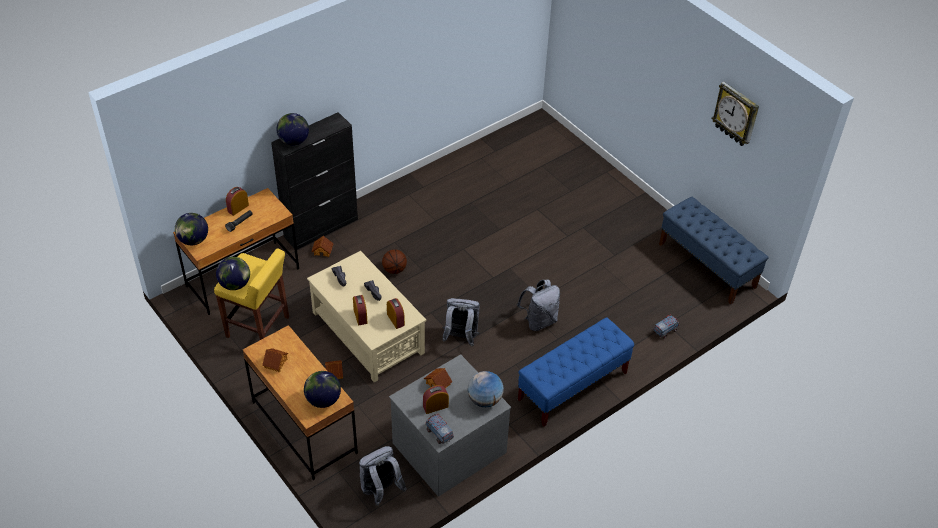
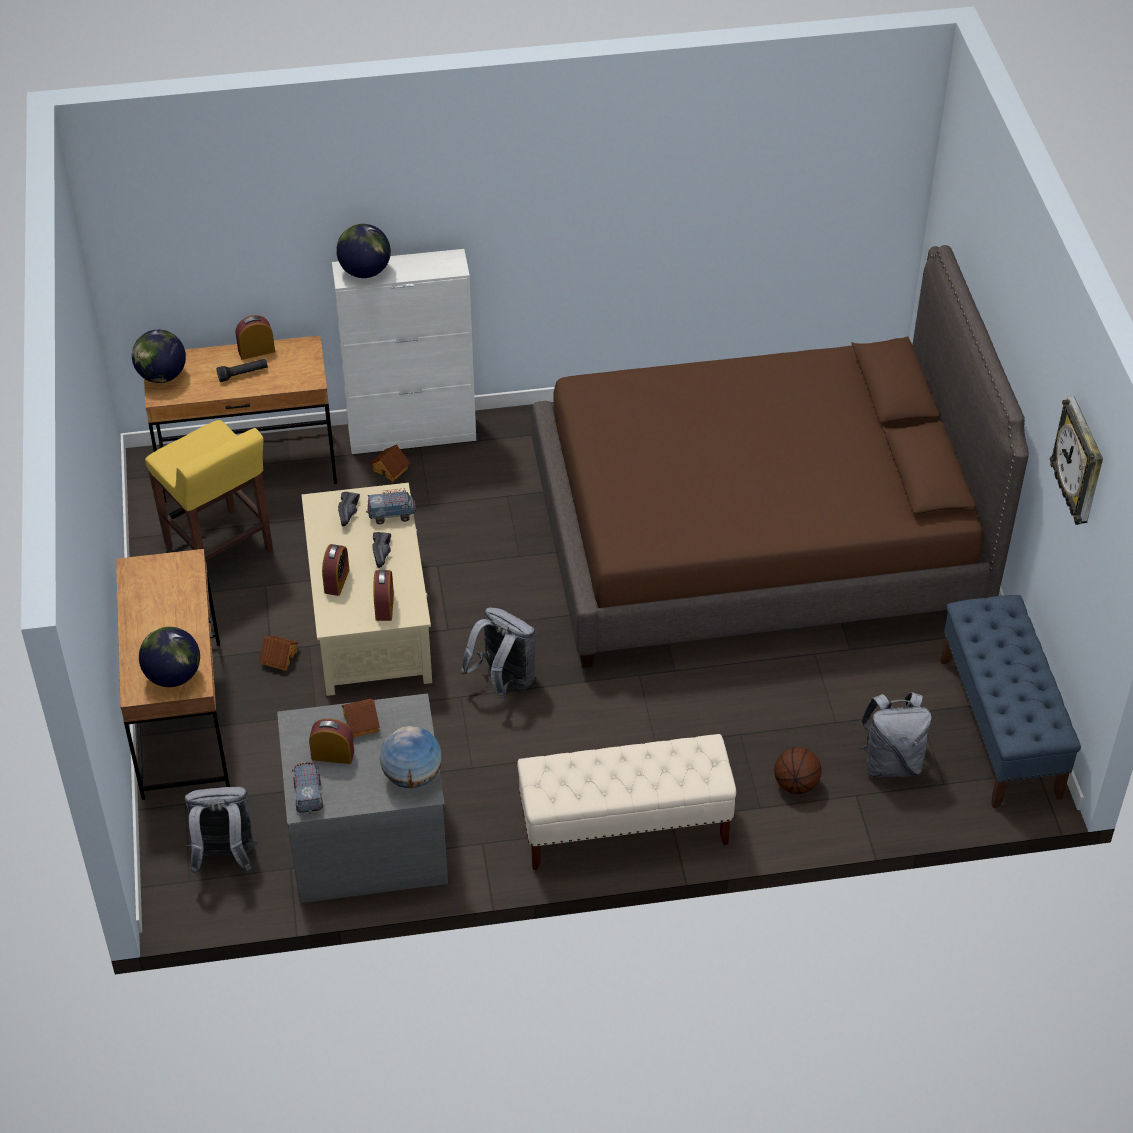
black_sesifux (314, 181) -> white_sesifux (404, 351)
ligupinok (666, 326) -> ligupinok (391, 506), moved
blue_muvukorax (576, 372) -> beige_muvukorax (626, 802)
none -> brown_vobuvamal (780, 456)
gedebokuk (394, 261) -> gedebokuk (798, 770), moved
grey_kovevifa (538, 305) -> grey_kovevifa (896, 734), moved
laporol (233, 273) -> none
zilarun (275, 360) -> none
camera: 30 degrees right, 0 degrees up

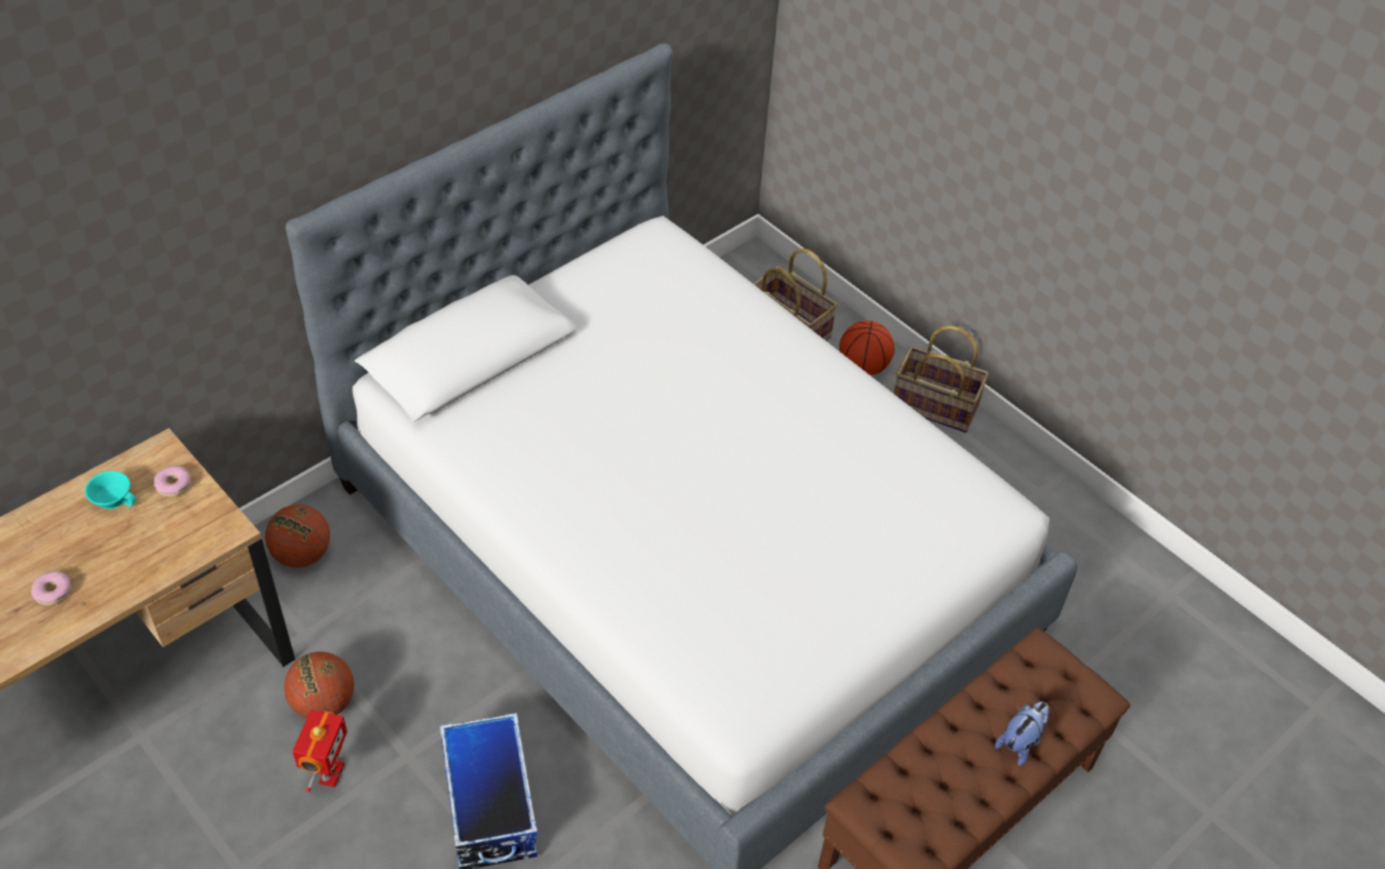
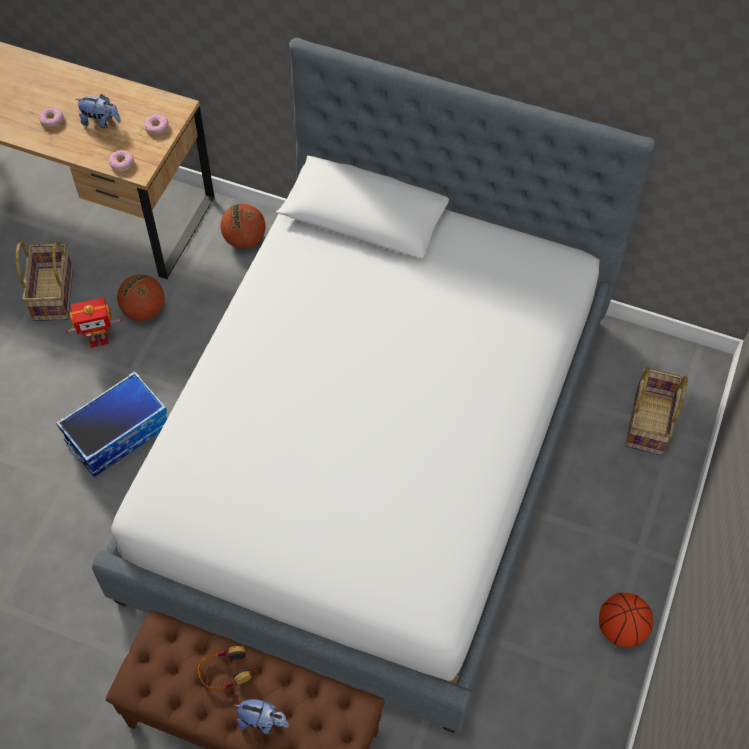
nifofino (941, 379) -> nifofino (44, 281), moved
none -> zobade (98, 111)
none -> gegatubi (121, 161)
none -> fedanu (224, 668)
gedebokuk (867, 348) -> gedebokuk (626, 620), moved
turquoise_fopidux (110, 490) -> none
camera: 65 degrees right, 10 degrees up

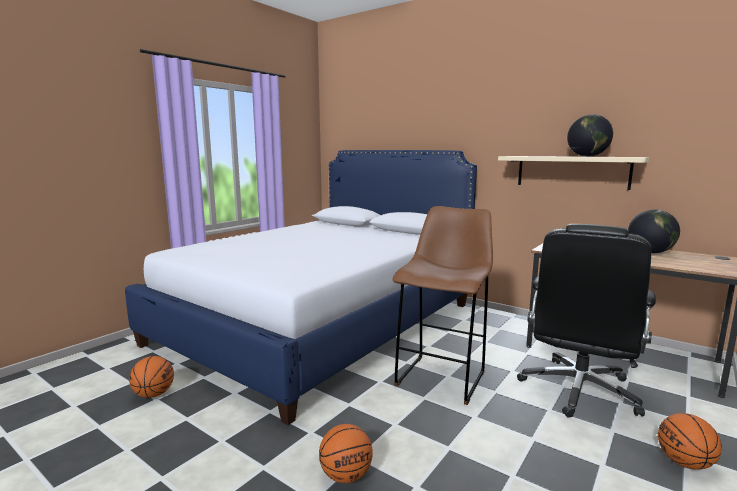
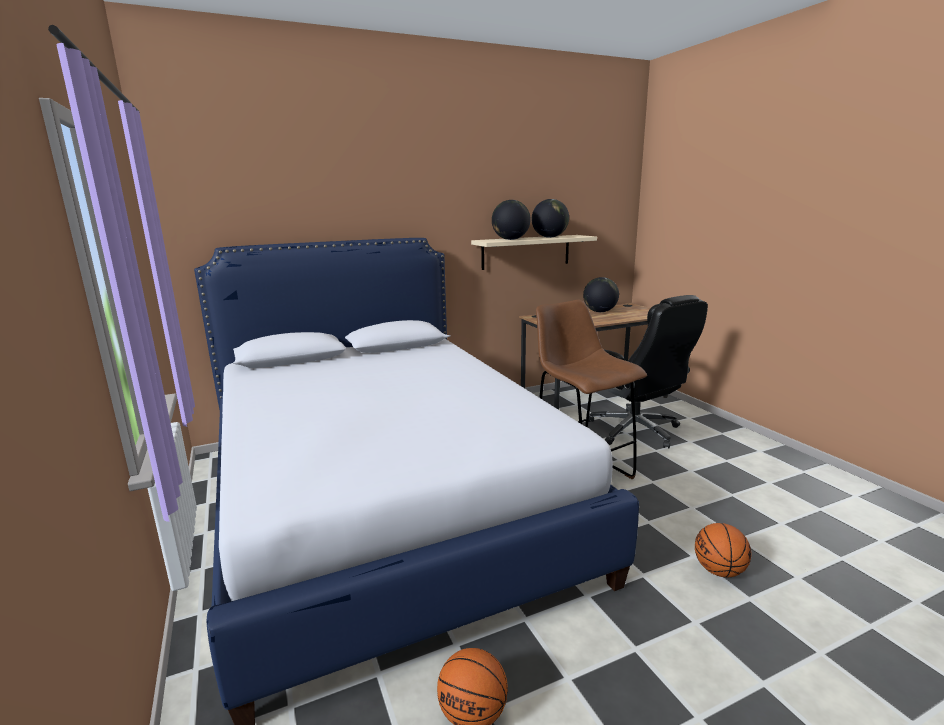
none -> laporol (511, 220)
gedebokuk (690, 441) -> none
camera: 60 degrees left, 5 degrees up

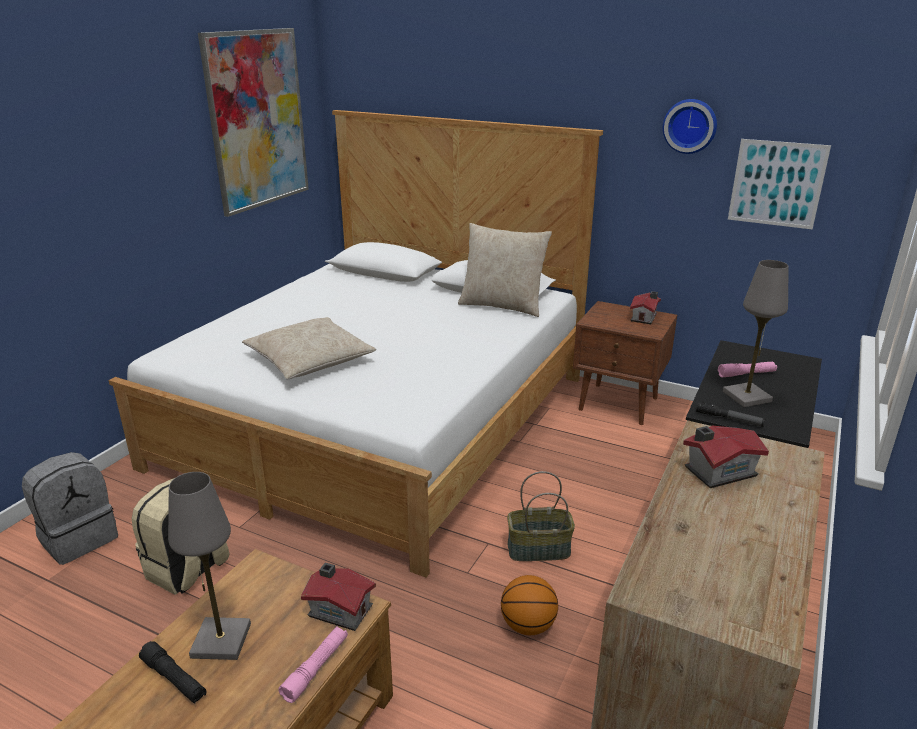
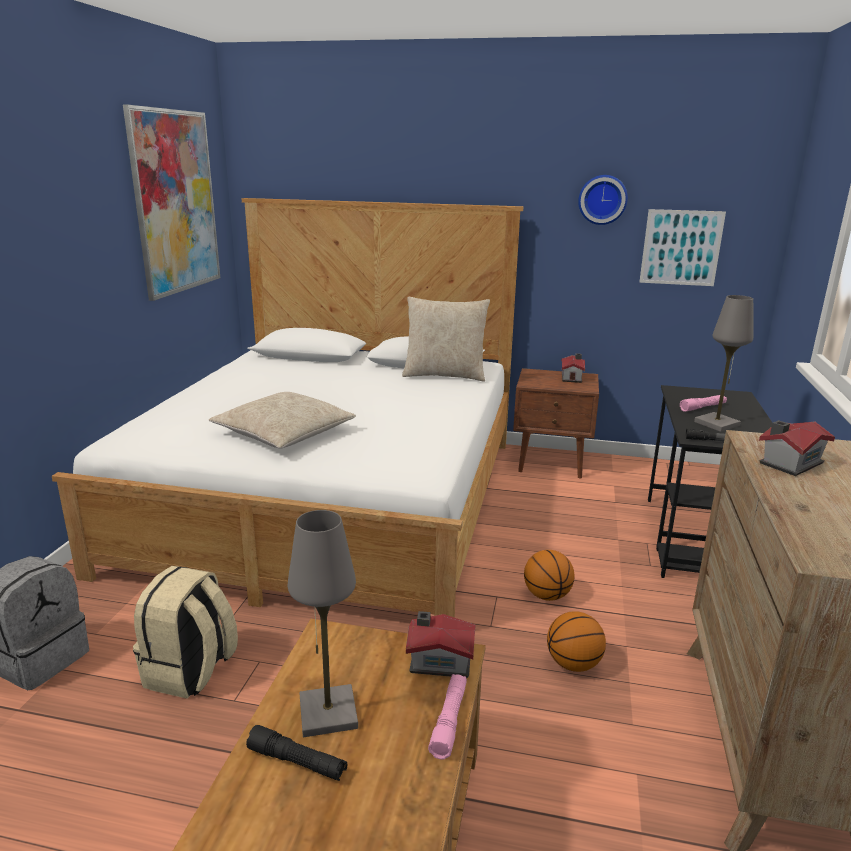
nifofino (541, 516) -> gedebokuk (549, 575)
camera: 15 degrees left, 5 degrees down

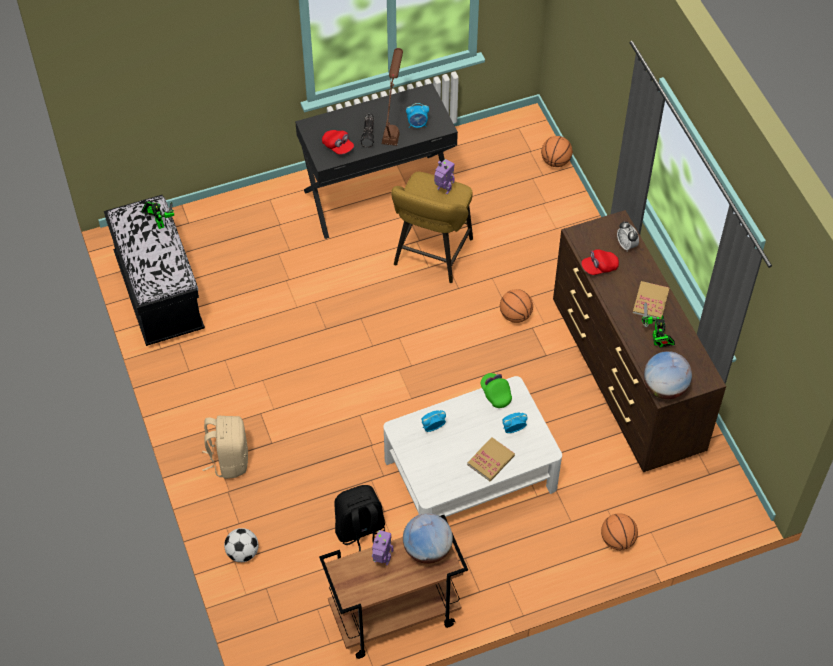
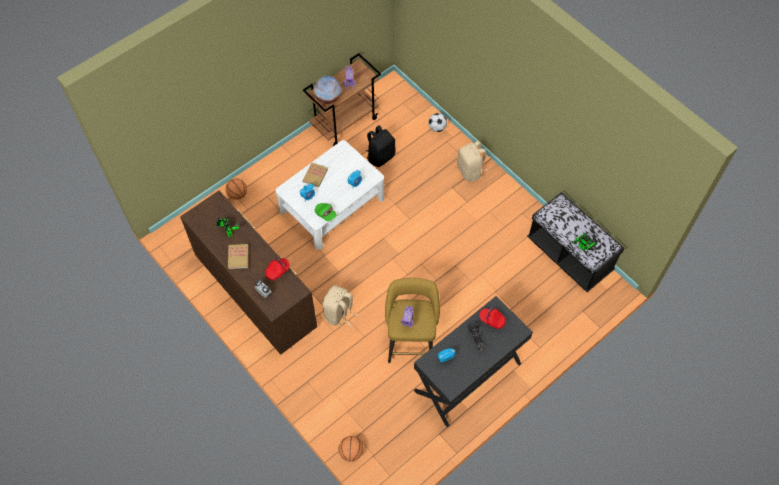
gedebokuk (516, 306) -> beige_kovevifa (340, 306)
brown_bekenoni (392, 97) -> none
laporol (668, 375) -> none
camera: 160 degrees right, 5 degrees up

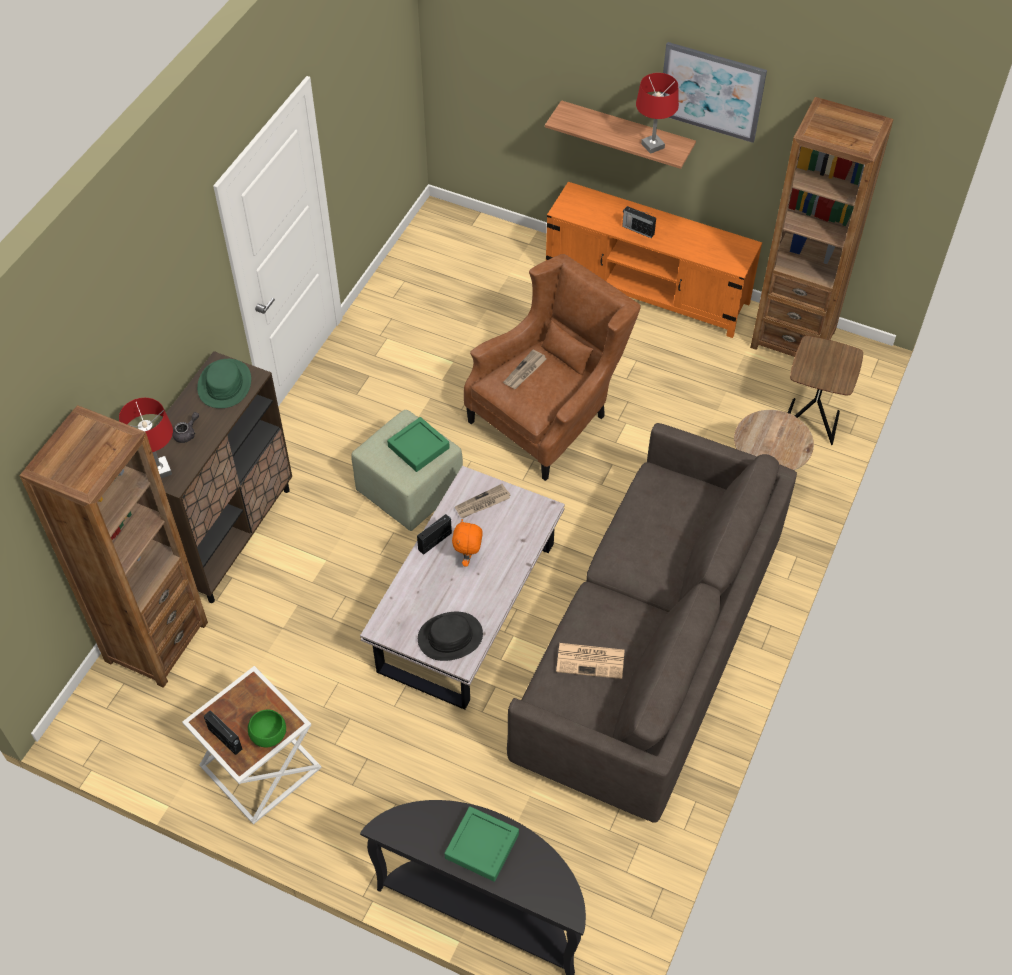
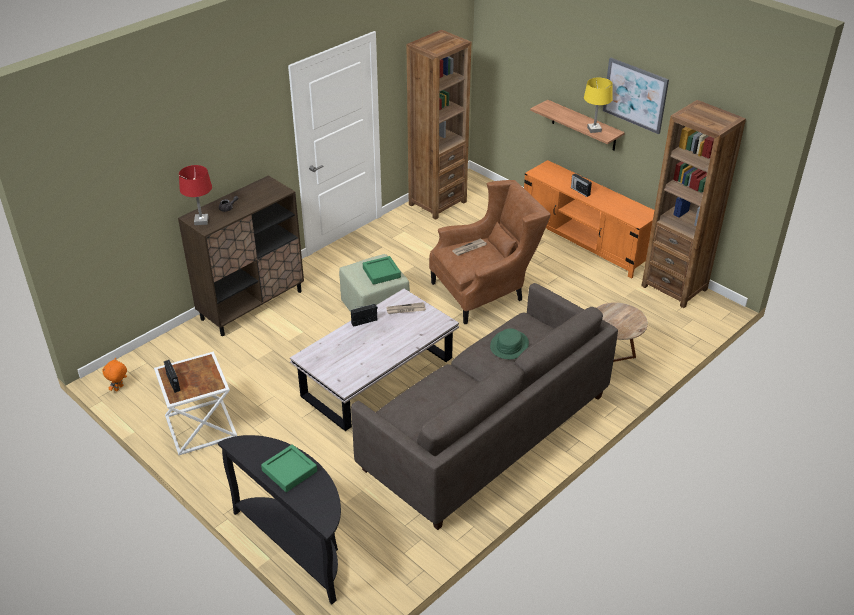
orange_zobade (467, 543) -> orange_zobade (114, 375), moved
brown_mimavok (113, 546) -> brown_mimavok (438, 125), moved
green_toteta (224, 383) -> green_toteta (509, 343), moved
red_bekenoni (657, 113) -> yellow_bekenoni (598, 105)
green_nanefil (267, 728) -> none
black_toteta (450, 636) -> none
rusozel (590, 661) -> none
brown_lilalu (825, 390) -> none
camera: 20 degrees right, 15 degrees down

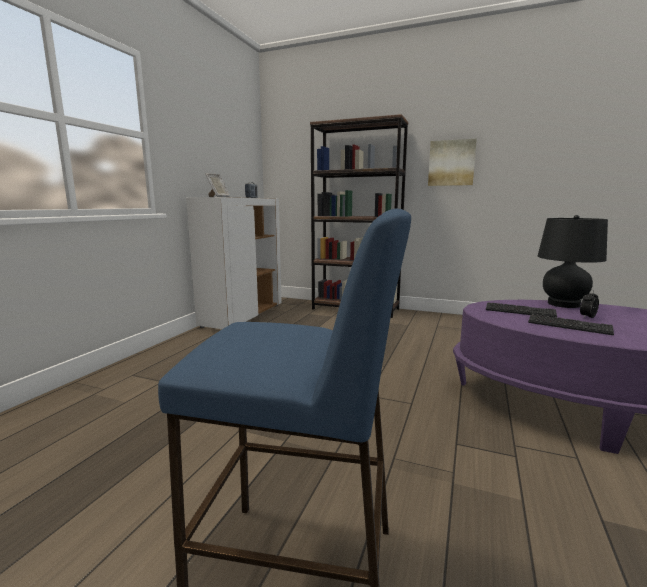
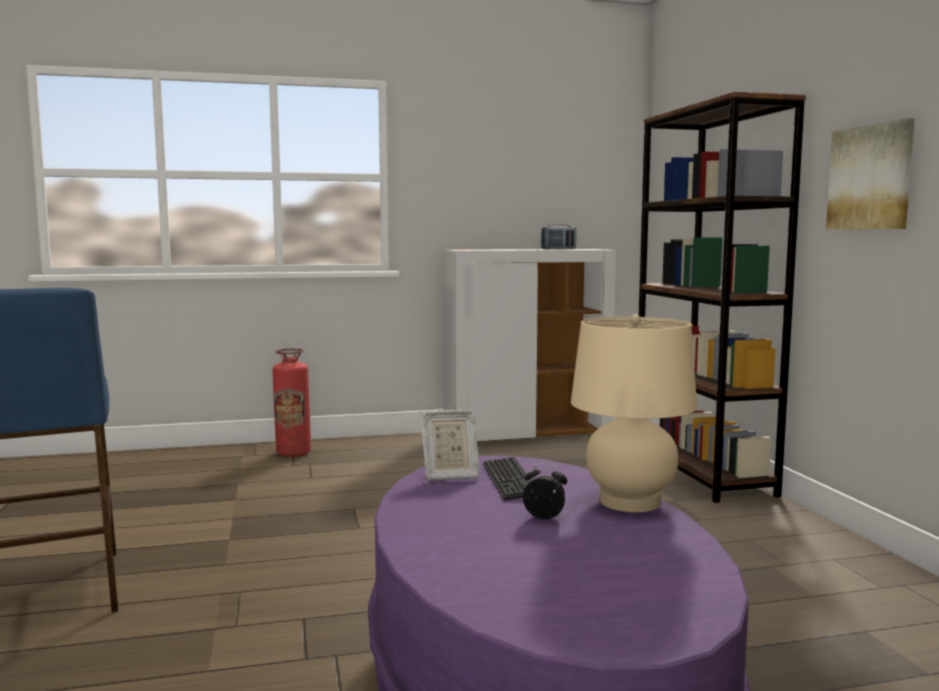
none -> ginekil (291, 402)
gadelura (217, 185) -> gadelura (449, 445), moved
black_bekenoni (573, 261) -> beige_bekenoni (634, 413)
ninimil (571, 324) -> none
camera: 55 degrees right, 5 degrees down

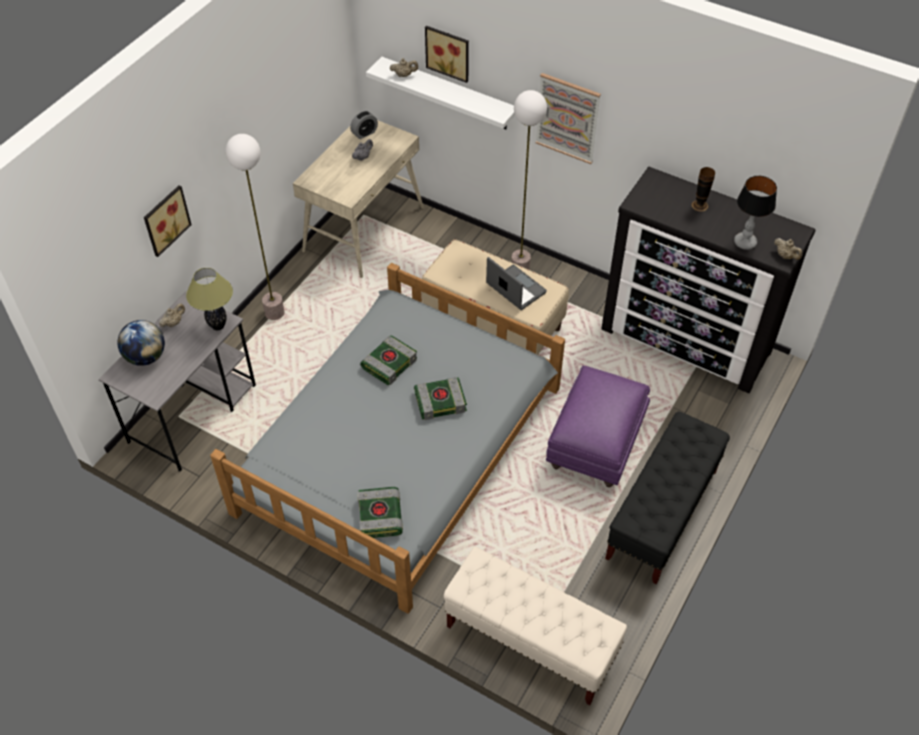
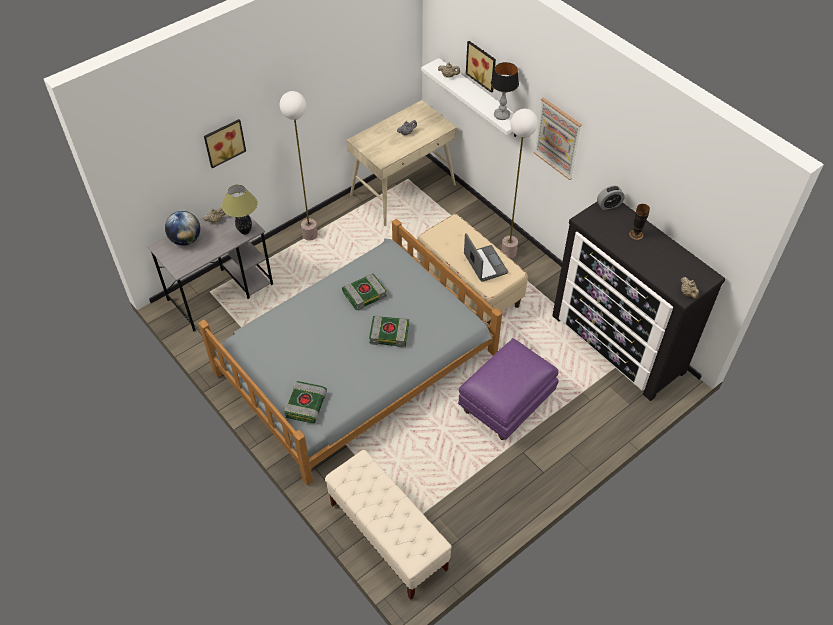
bekenoni (755, 213) -> bekenoni (505, 91), moved
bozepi (364, 125) -> bozepi (611, 198), moved
black_muvukorax (667, 497) -> none
camera: 20 degrees right, 0 degrees up

